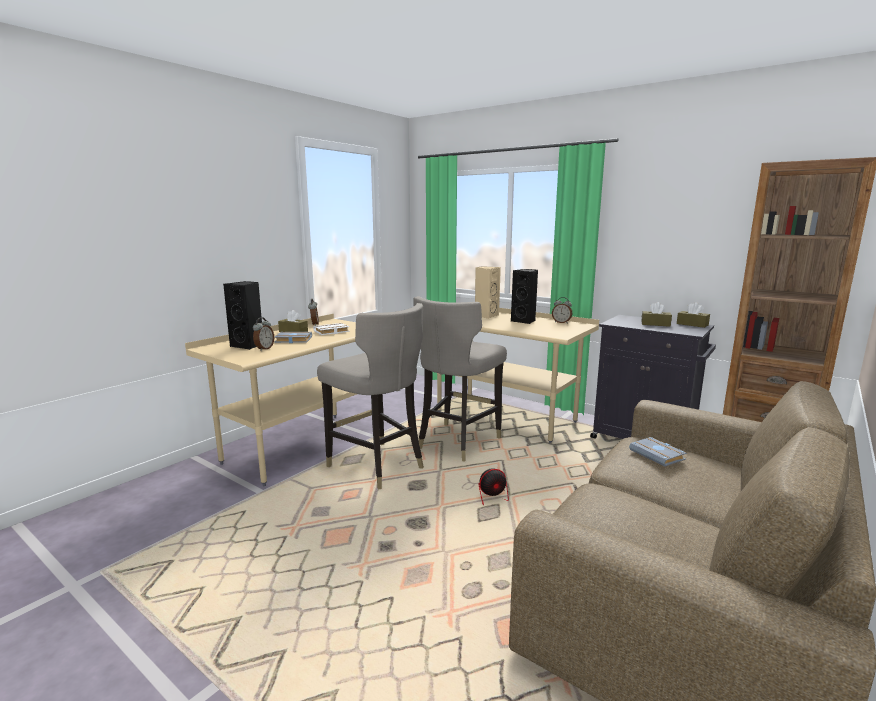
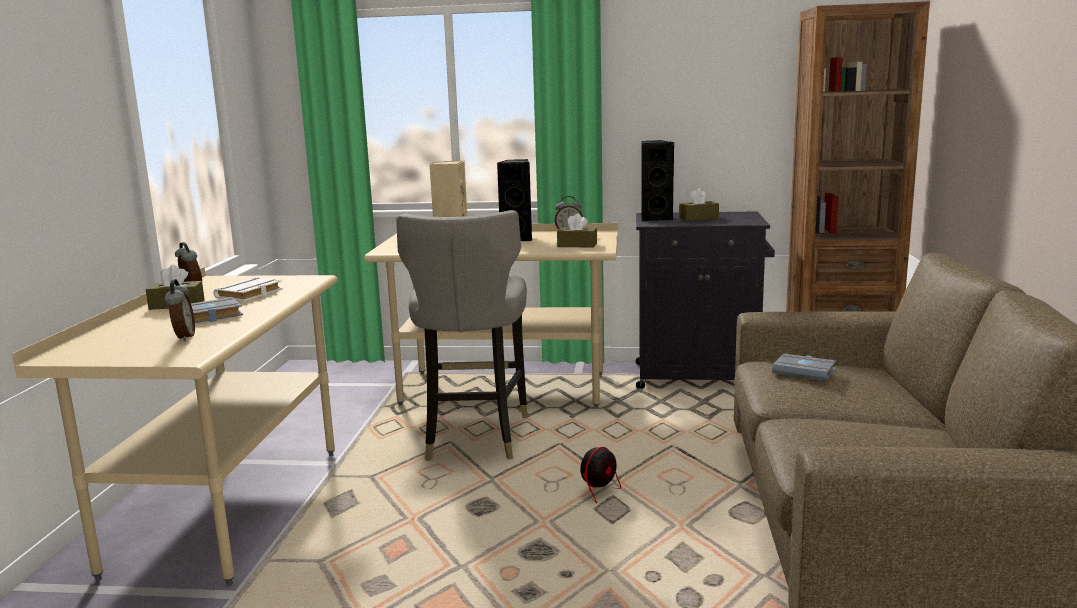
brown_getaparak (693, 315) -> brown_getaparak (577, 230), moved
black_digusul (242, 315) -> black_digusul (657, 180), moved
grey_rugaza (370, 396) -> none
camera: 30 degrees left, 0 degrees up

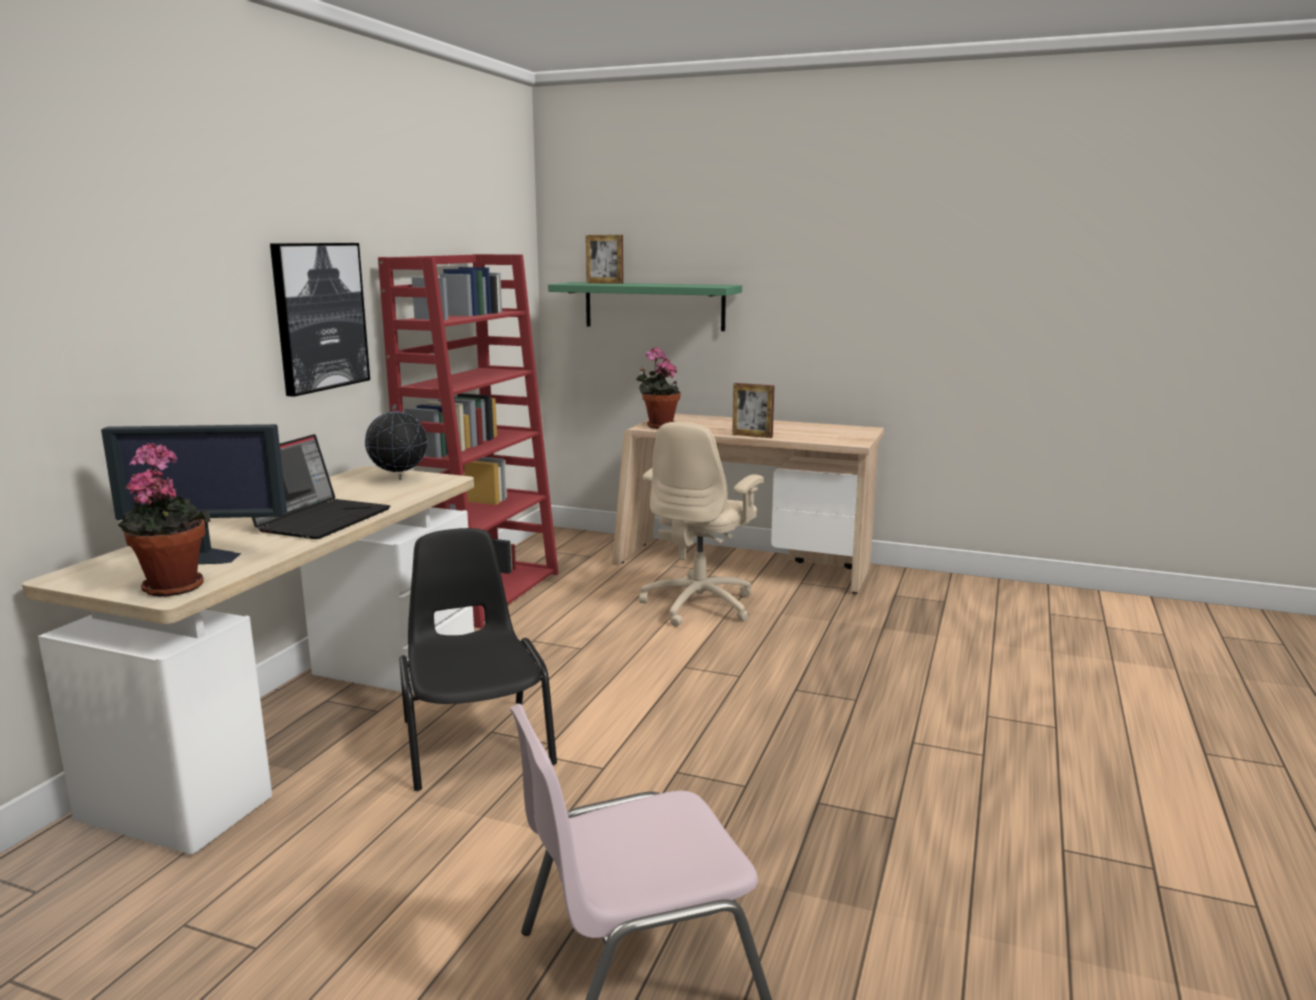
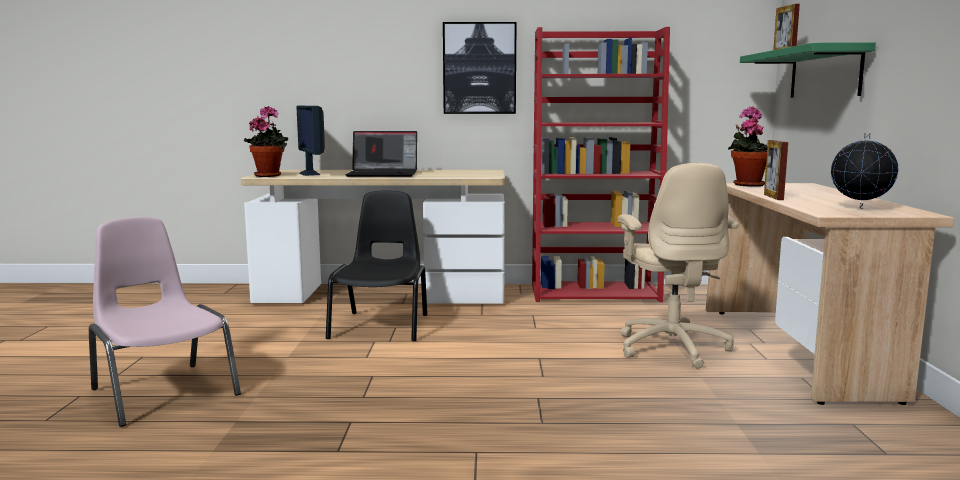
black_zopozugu (478, 659) -> black_zopozugu (376, 266), 45 degrees counterclockwise
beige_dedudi (701, 524) -> beige_dedudi (678, 266), 105 degrees counterclockwise
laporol (396, 442) -> laporol (864, 171), moved
camera: 70 degrees right, 5 degrees down

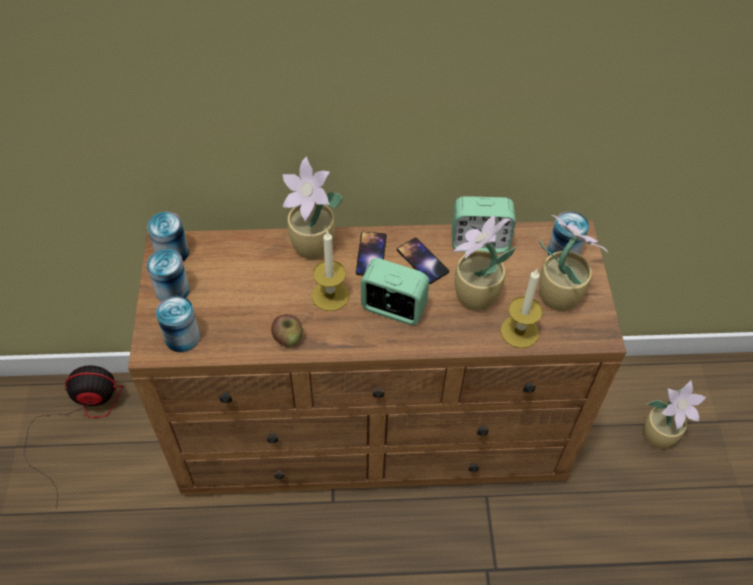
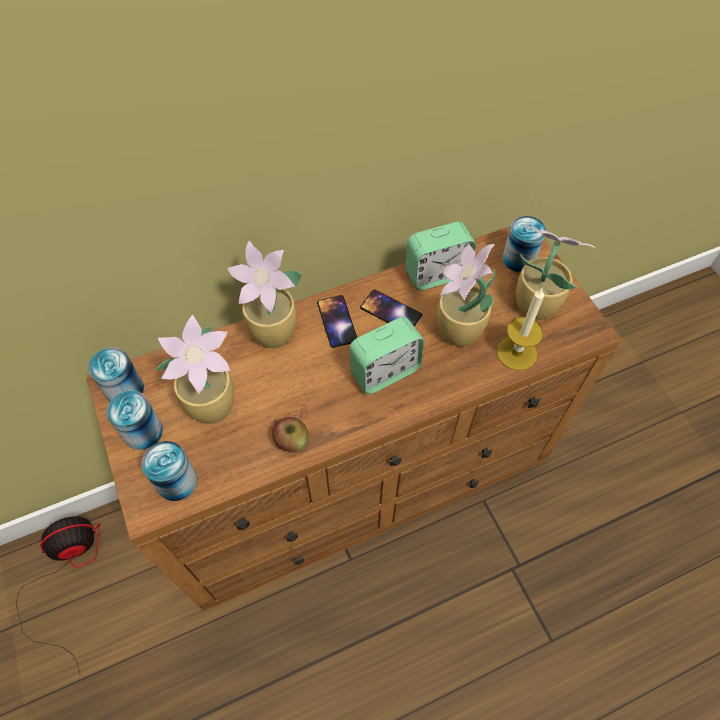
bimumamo (675, 414) -> bimumamo (194, 369), moved
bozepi (395, 291) -> bozepi (386, 355), 150 degrees clockwise
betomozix (330, 270) -> none
camera: 20 degrees left, 5 degrees up

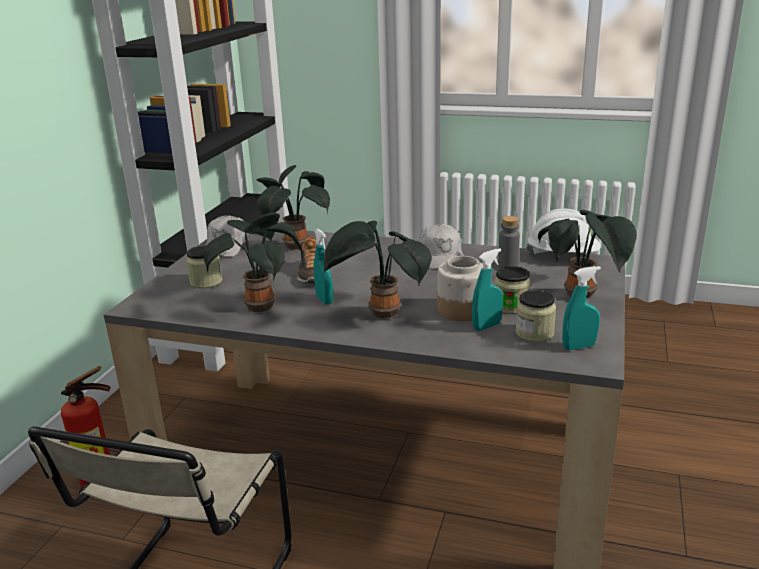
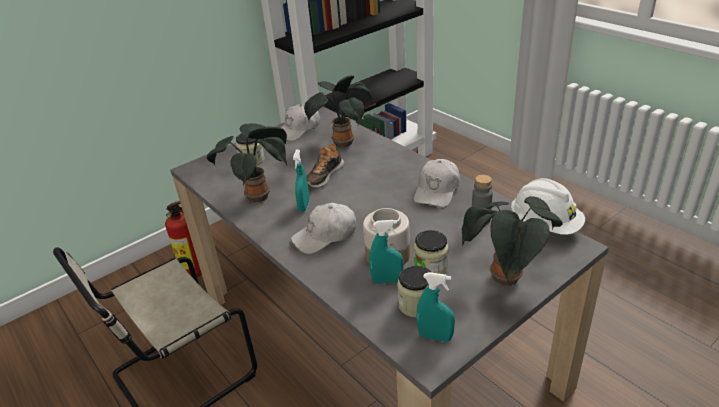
bimumamo (377, 270) -> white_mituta (323, 228)
camera: 35 degrees right, 10 degrees up

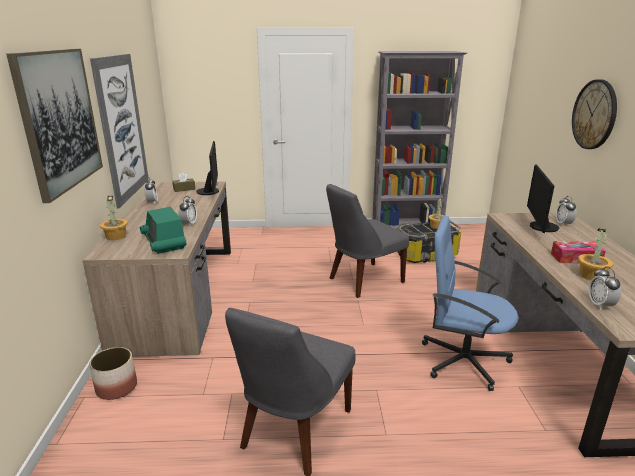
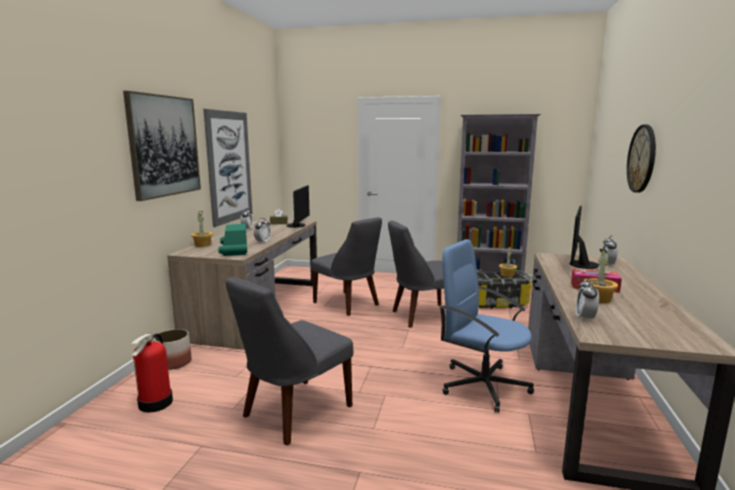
none -> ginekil (152, 373)
none -> grey_zopozugu (346, 266)
camera: 15 degrees right, 10 degrees down

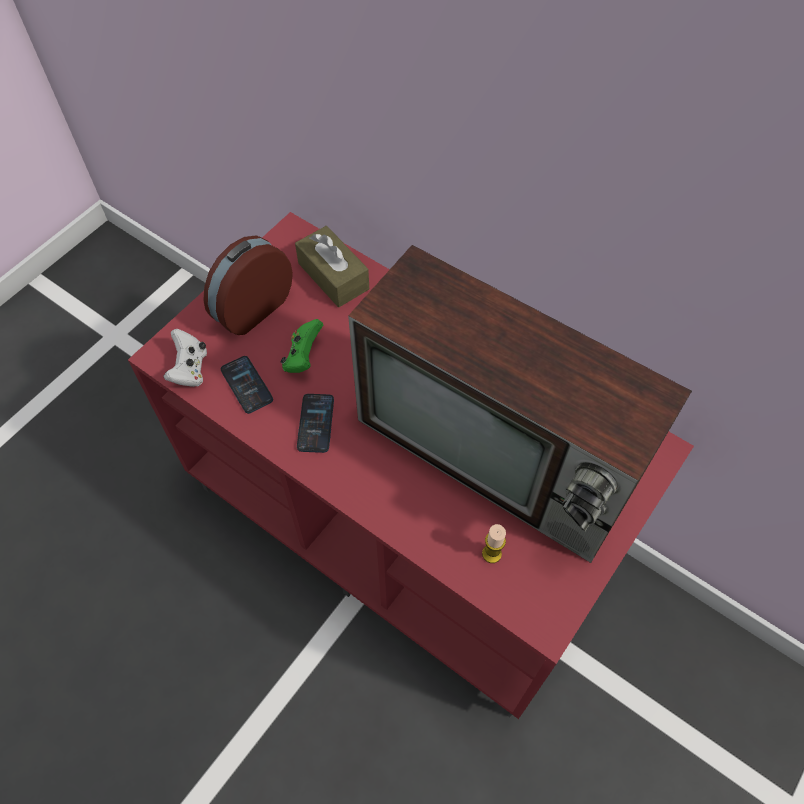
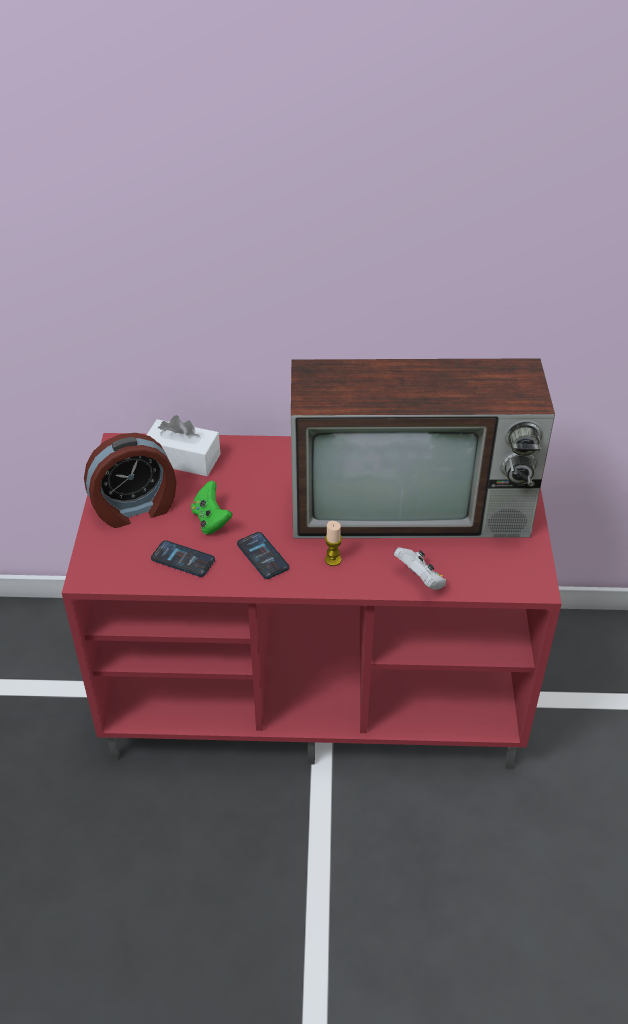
bozepi (248, 285) -> bozepi (130, 480), 120 degrees counterclockwise
brown_getaparak (332, 266) -> white_getaparak (183, 445)
betomozix (494, 543) -> betomozix (333, 543), moved
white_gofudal (185, 358) -> white_gofudal (420, 568), moved
camera: 35 degrees left, 15 degrees down

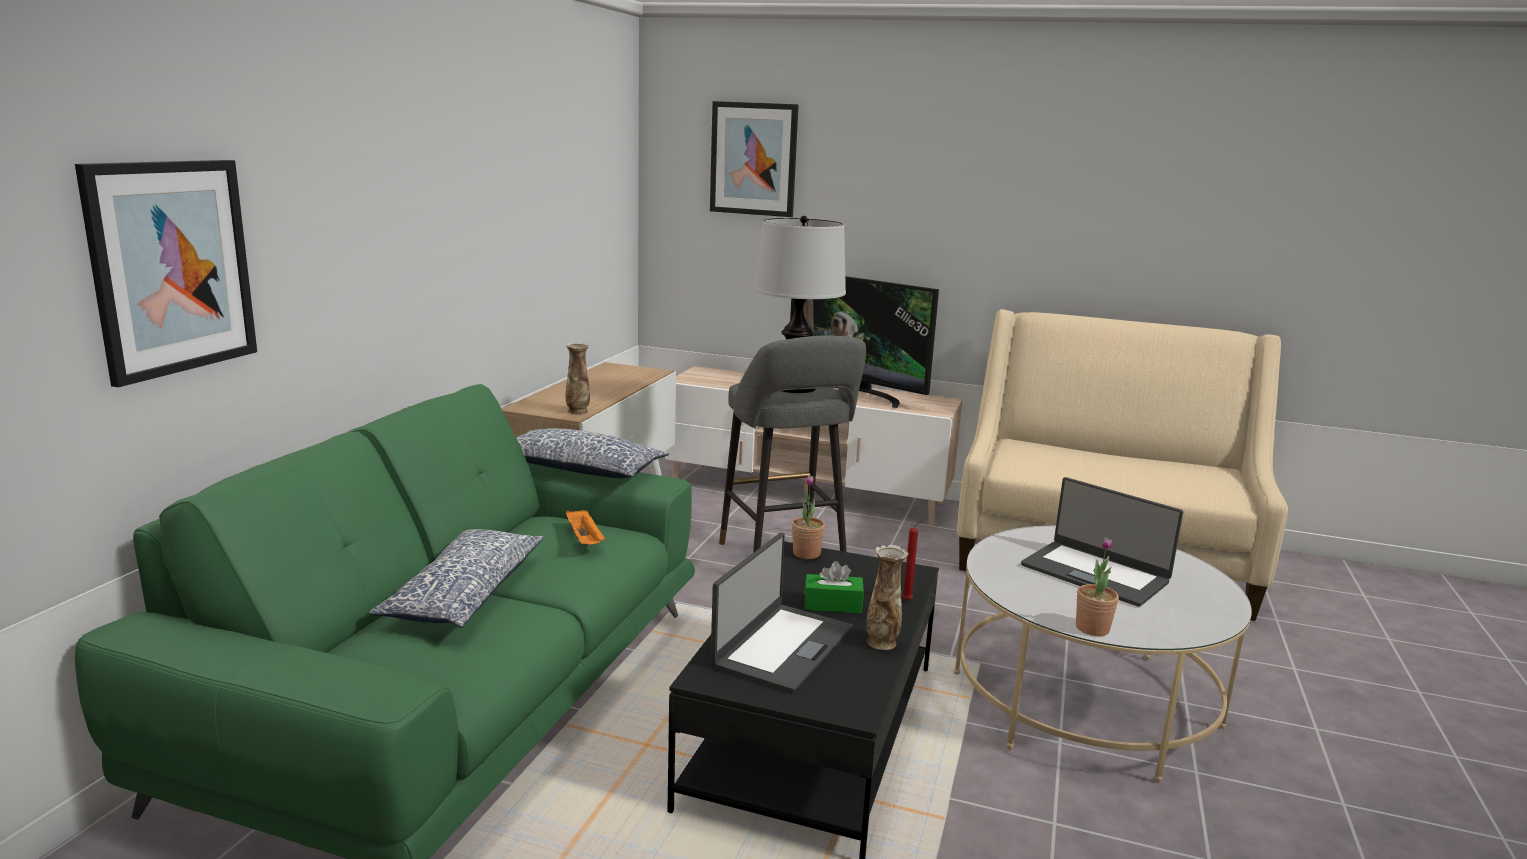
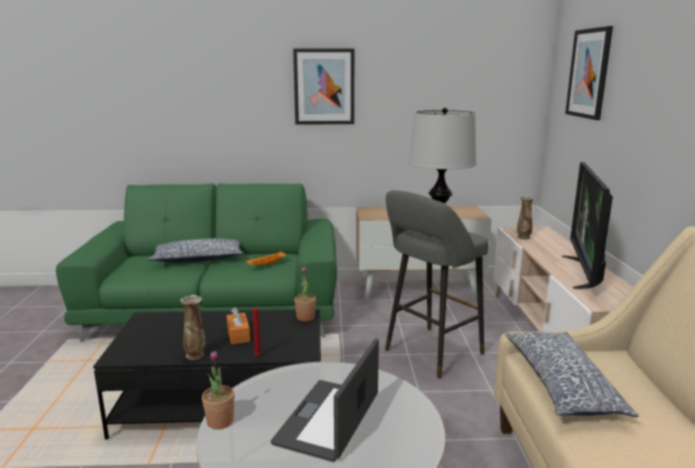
green_getaparak (834, 587) -> orange_getaparak (238, 326)
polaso (166, 273) -> polaso (323, 86), moved
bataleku (592, 453) -> bataleku (572, 374), moved
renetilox (578, 378) -> renetilox (525, 217), moved
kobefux (781, 613) -> none
camera: 70 degrees right, 0 degrees up

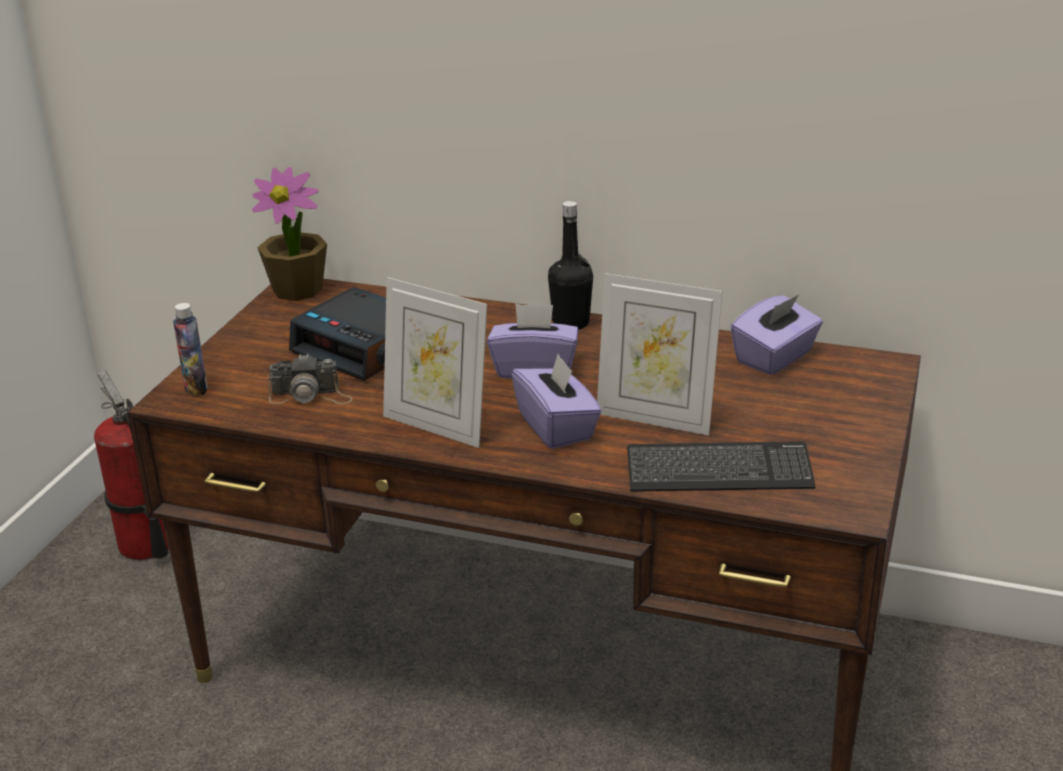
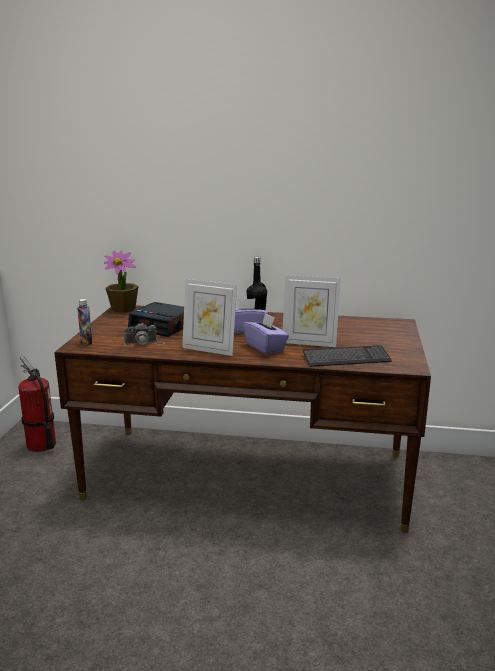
purple_getaparak (777, 335) -> none
camera: 10 degrees left, 10 degrees down

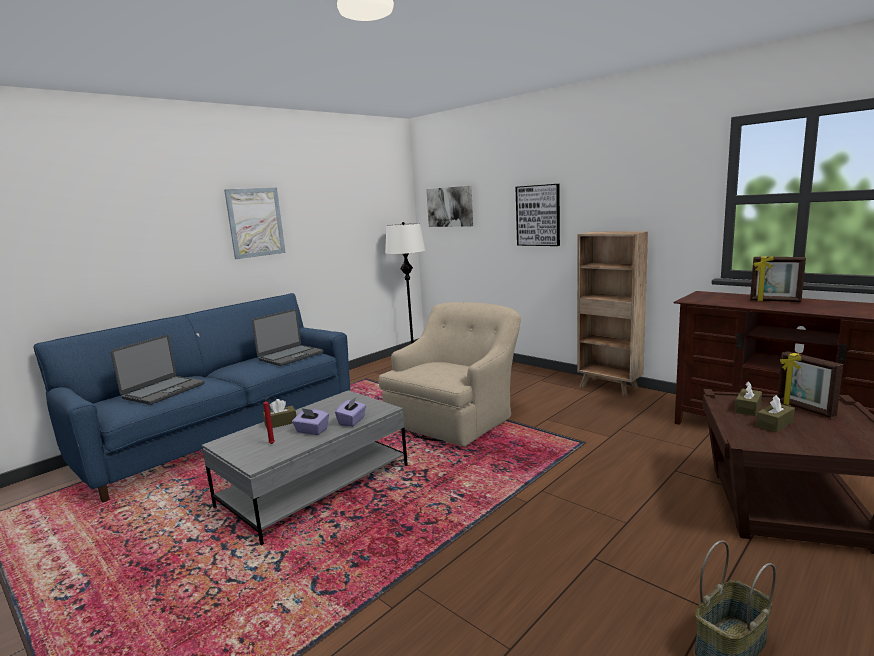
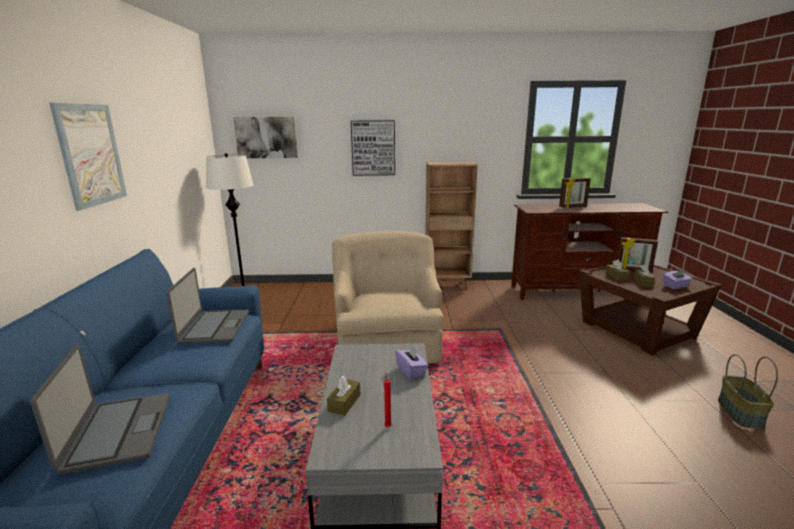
purple_getaparak (310, 421) -> purple_getaparak (677, 279), moved
camera: 45 degrees left, 5 degrees up

